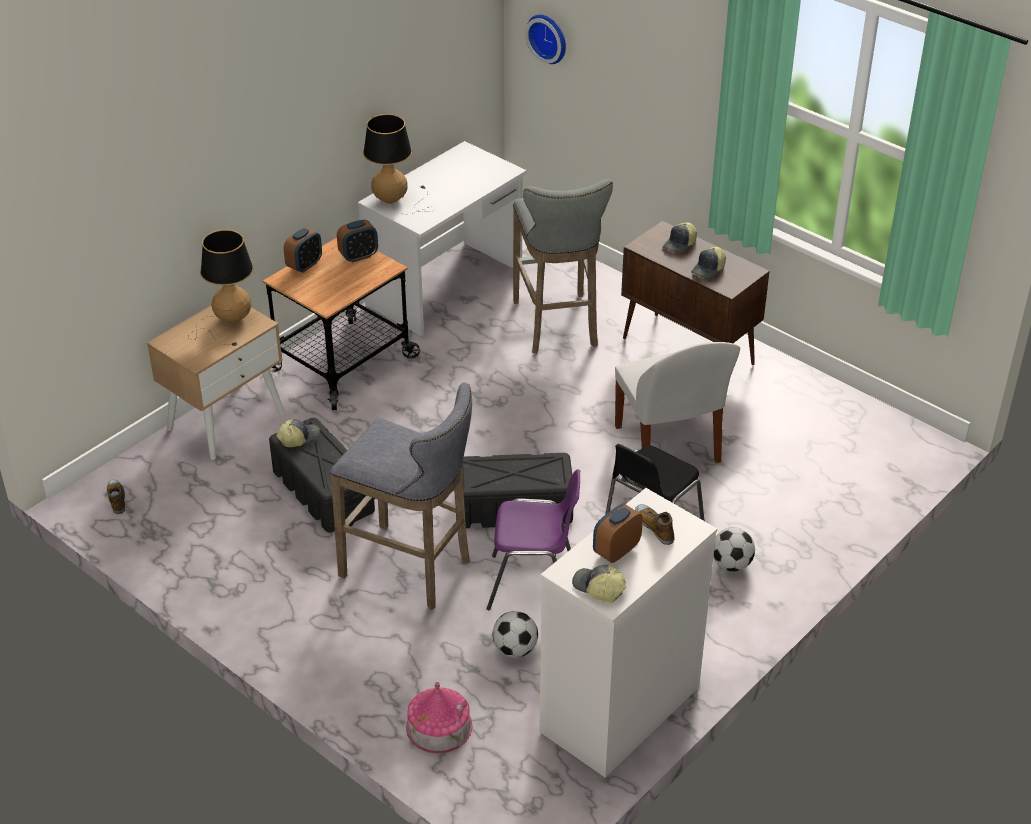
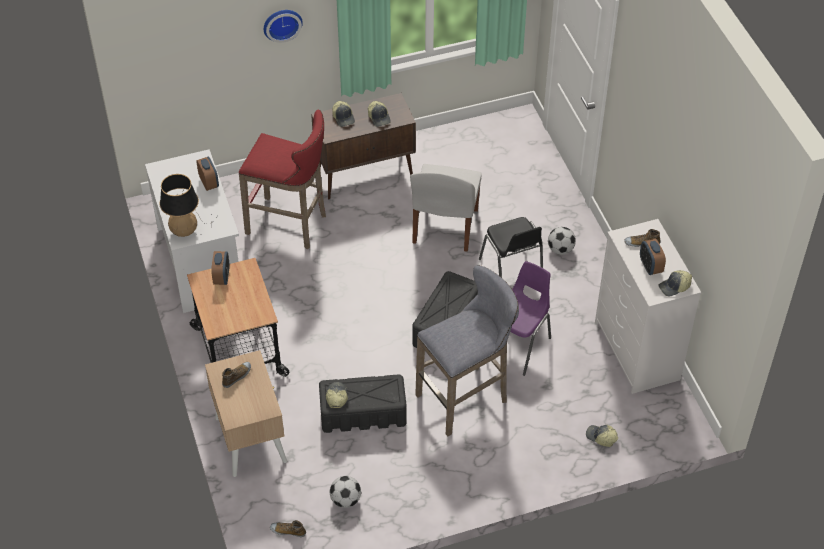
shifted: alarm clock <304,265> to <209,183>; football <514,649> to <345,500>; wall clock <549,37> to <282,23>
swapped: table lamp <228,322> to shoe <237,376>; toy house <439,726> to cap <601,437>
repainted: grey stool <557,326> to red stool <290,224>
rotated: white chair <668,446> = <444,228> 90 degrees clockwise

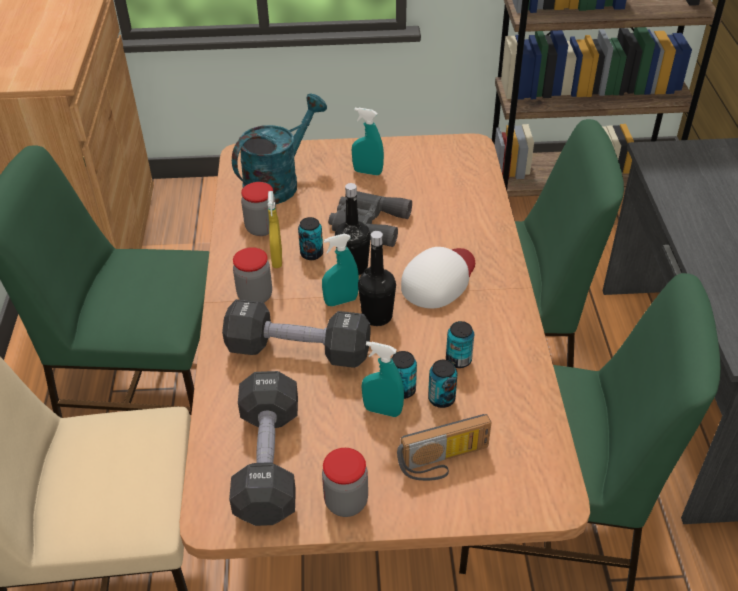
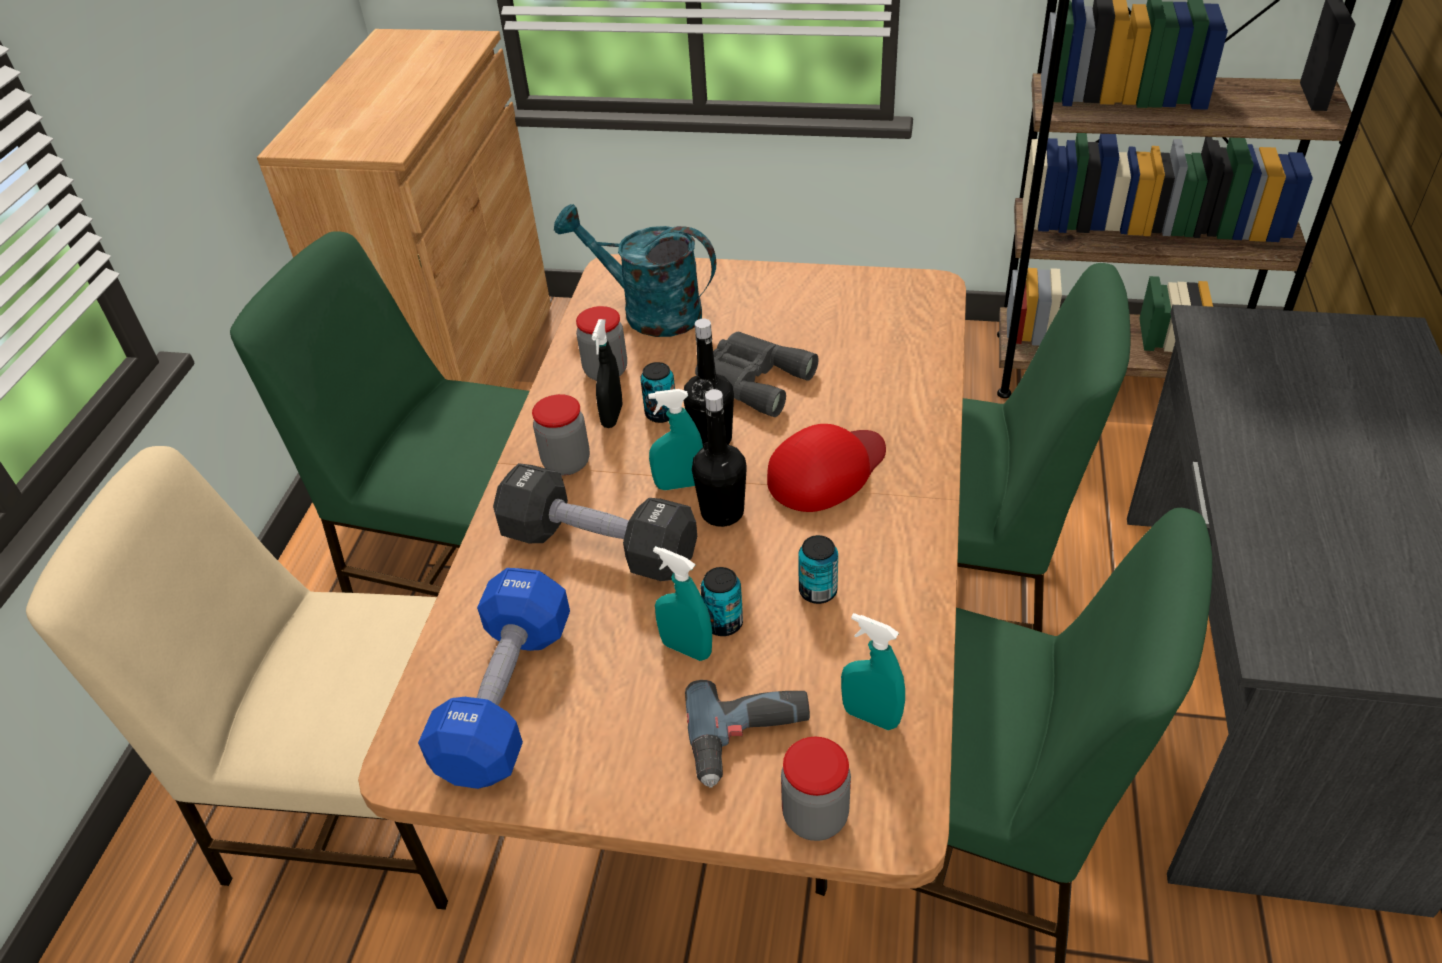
gone: can <441,399>
shifted: jar <346,502> to <815,816>; turquoise spray bottle <367,172> to <870,716>
swapped: radio <444,462> to power drill <750,739>
repainted: black dumbbell <268,462> to blue dumbbell <506,697>; yellow spray bottle <277,259> to black spray bottle <612,416>; white cap <439,279> to red cap <827,471>
rotated: turquoise watering can <278,182> = <649,312> 120 degrees counterclockwise

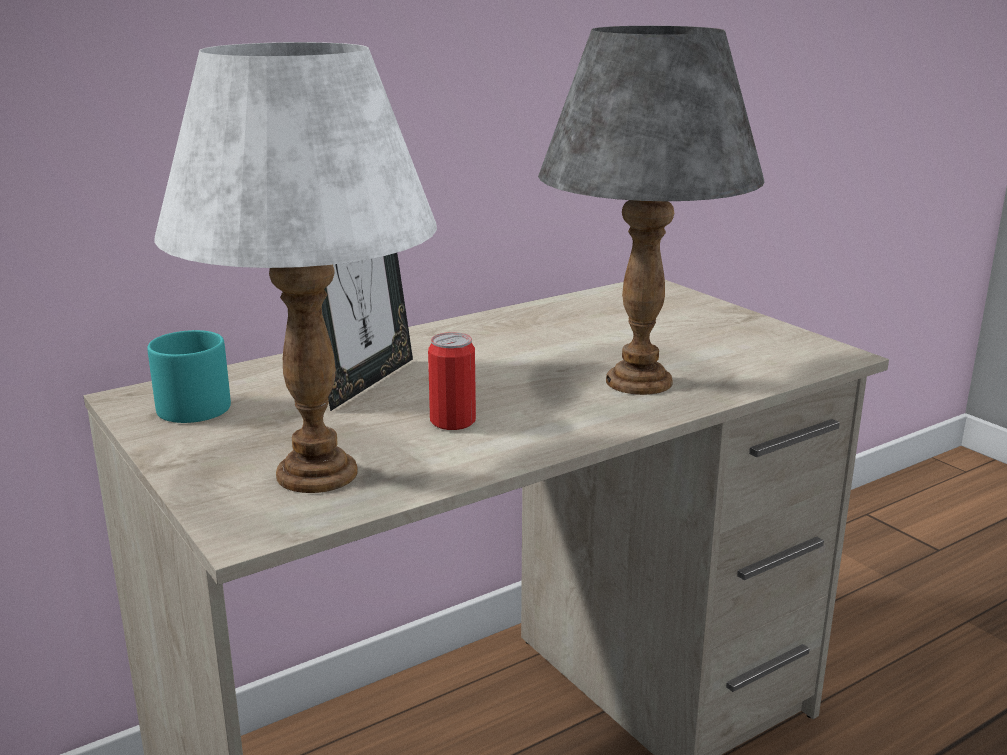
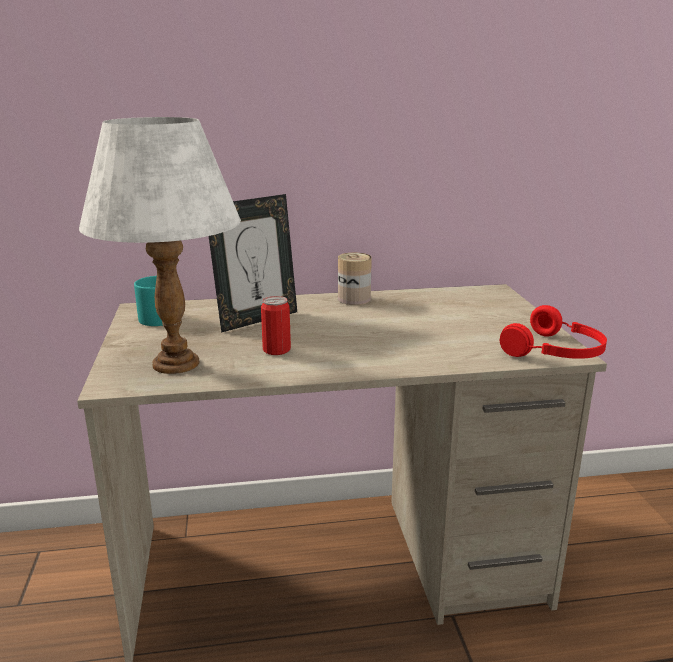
gone: grey table lamp <638,382>
new: can <354,299>; red headphones <556,352>

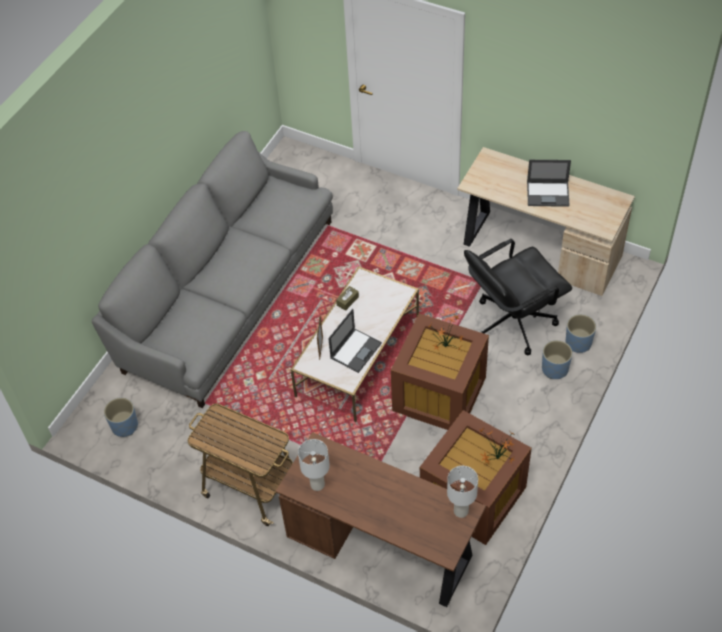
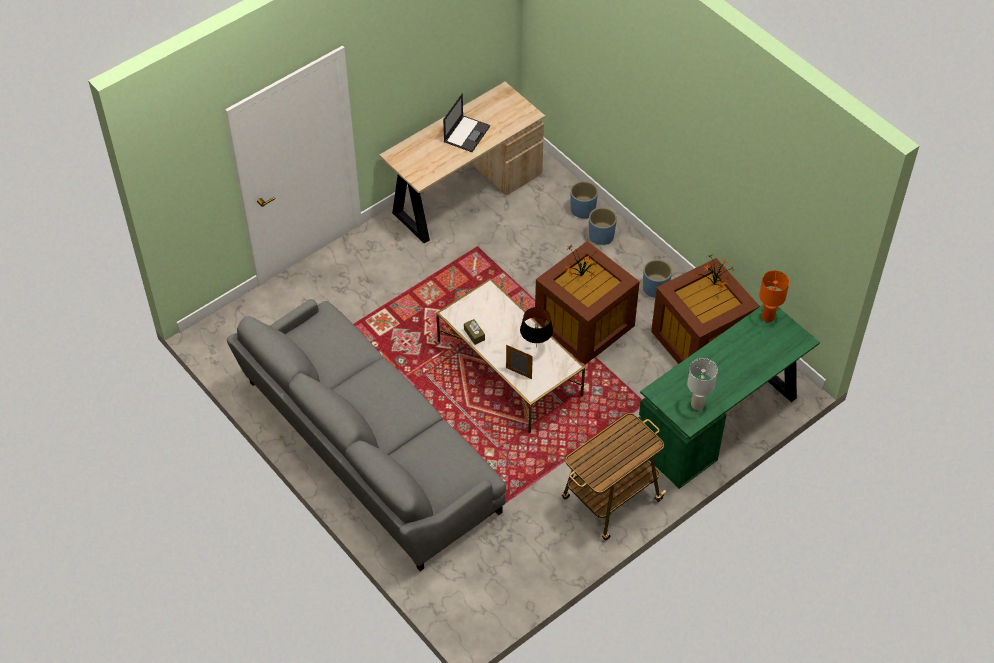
gone: black office chair <512,322>
shifted: blue planter <125,426> to <655,288>
swapped: laptop <356,350> to black table lamp <535,348>
repainted: brown desk <382,547> to green desk <721,421>; white table lamp <460,511> to orange table lamp <768,317>

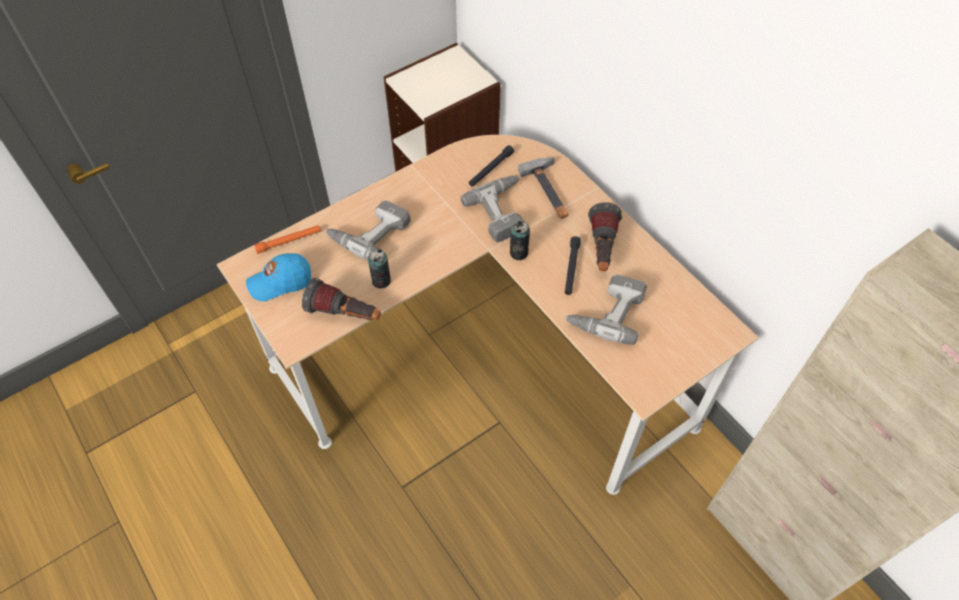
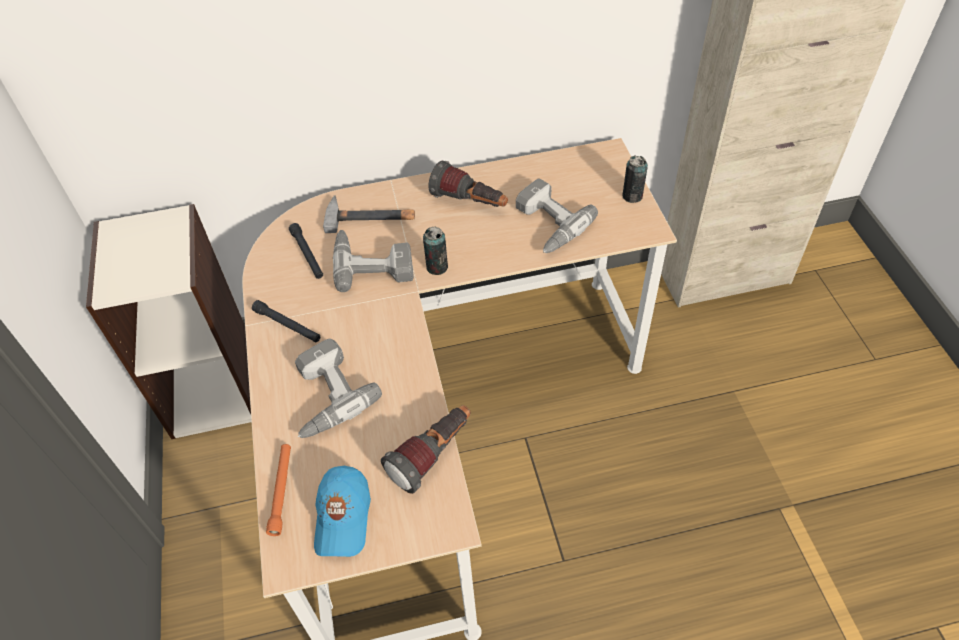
shifted: can <381,281> to <632,196>; black flashlight <571,268> to <287,325>

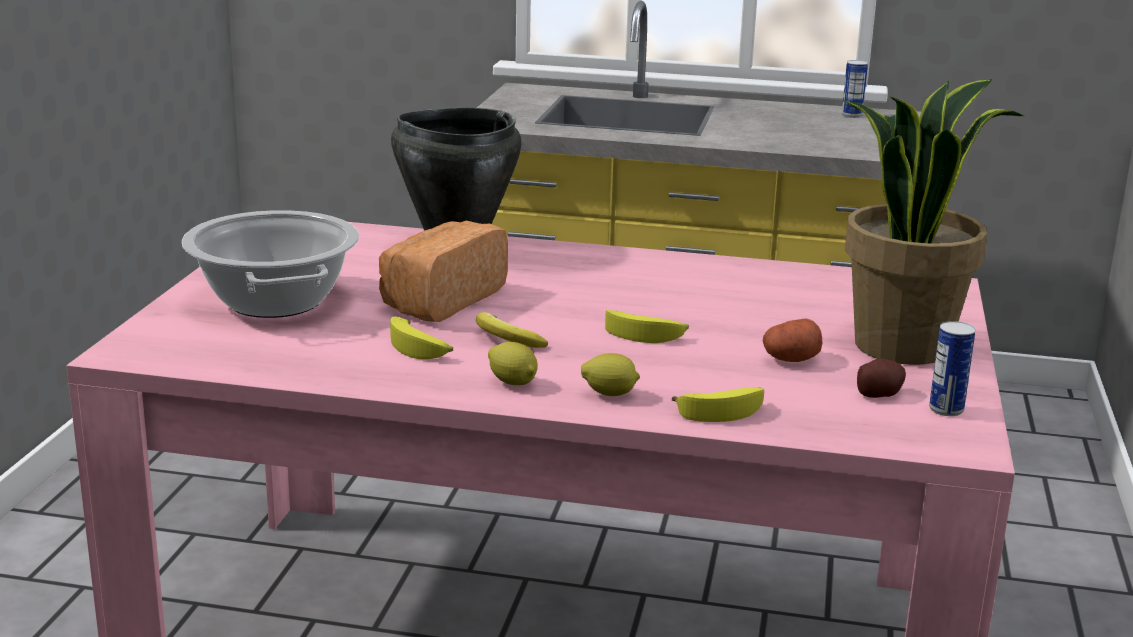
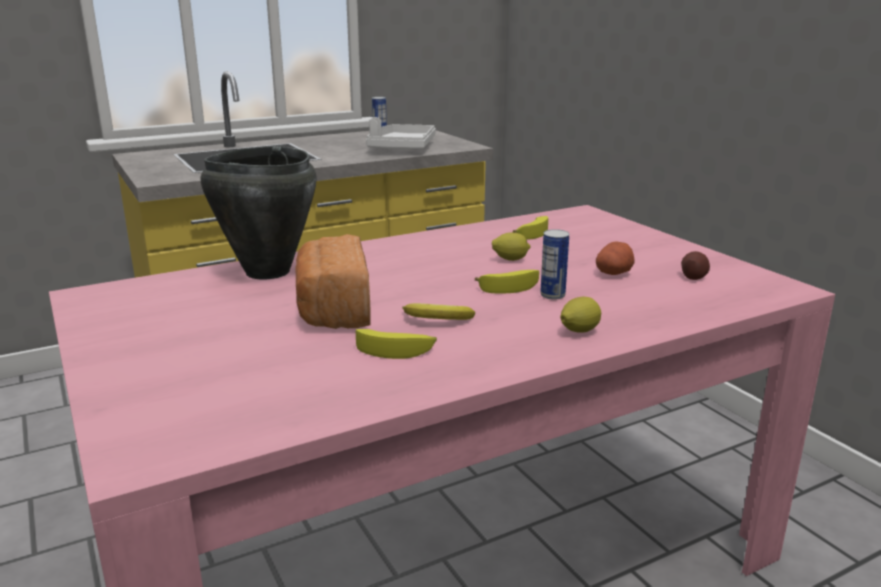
gone: cooking pot <275,301>; potted plant <901,345>
new: white tray <402,148>
shifted: lemon <512,382> to <510,259>; banana <723,410> to <532,232>; can <946,409> to <552,295>

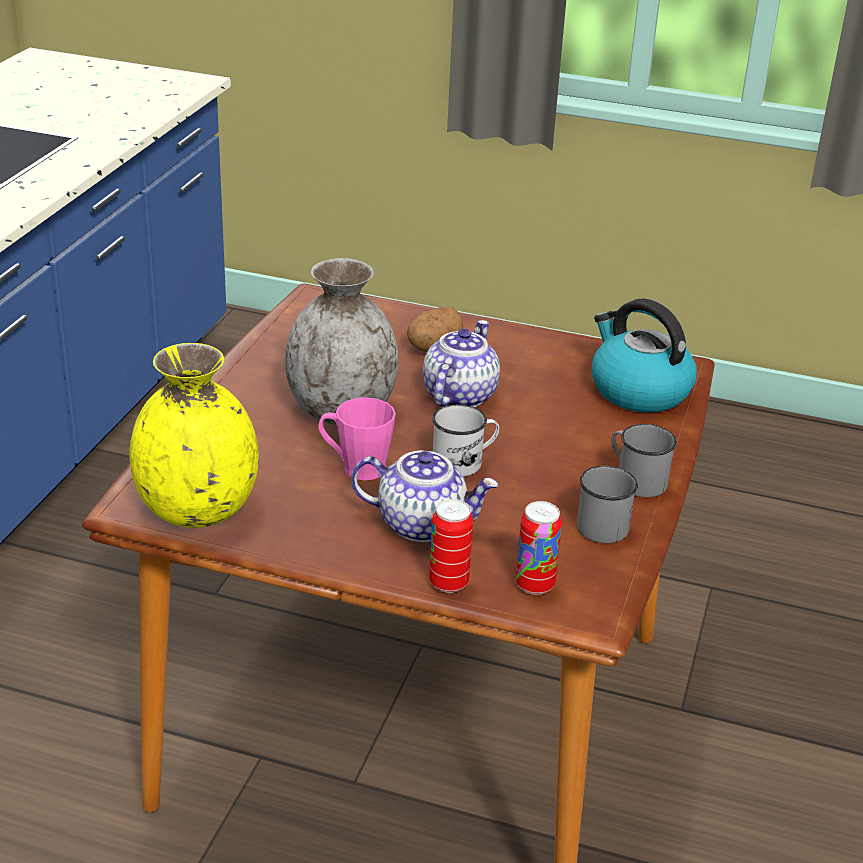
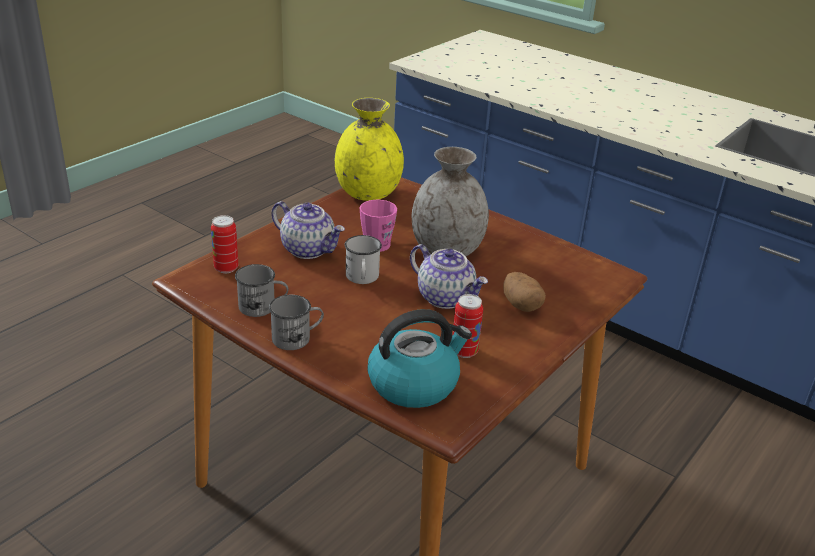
shifted: can <448,583> to <464,351>
rotated: teapot <423,524> = <308,249> 90 degrees counterclockwise

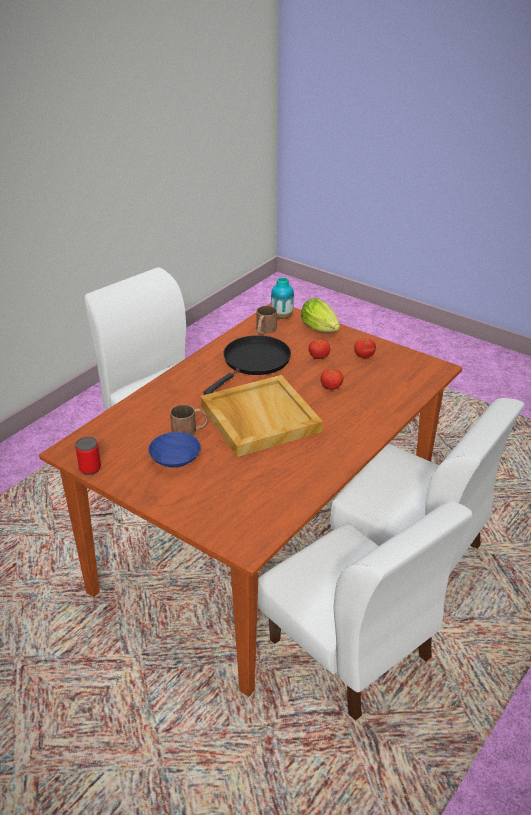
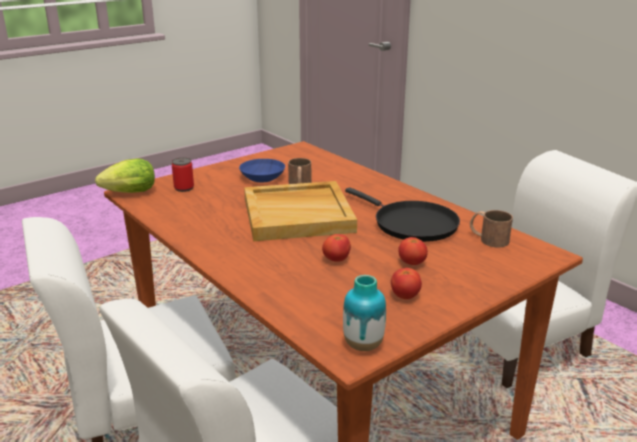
shifted: can <90,468> to <184,188>; vase <282,316> to <363,345>; lettuce <321,330> to <127,193>

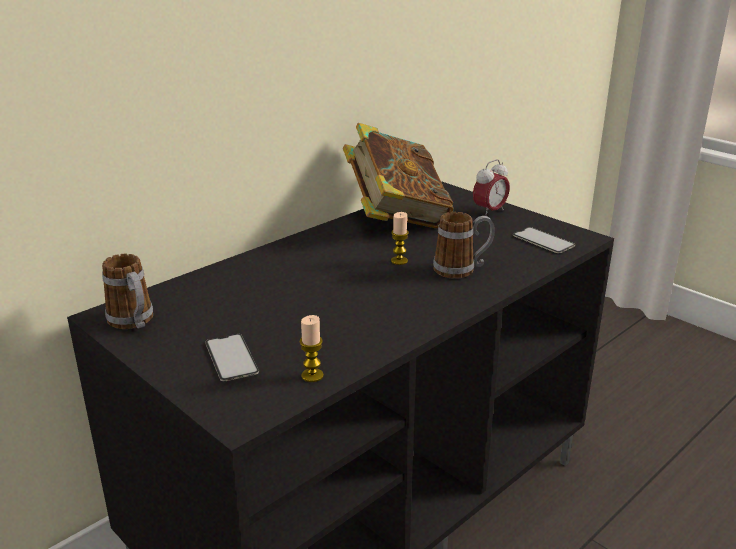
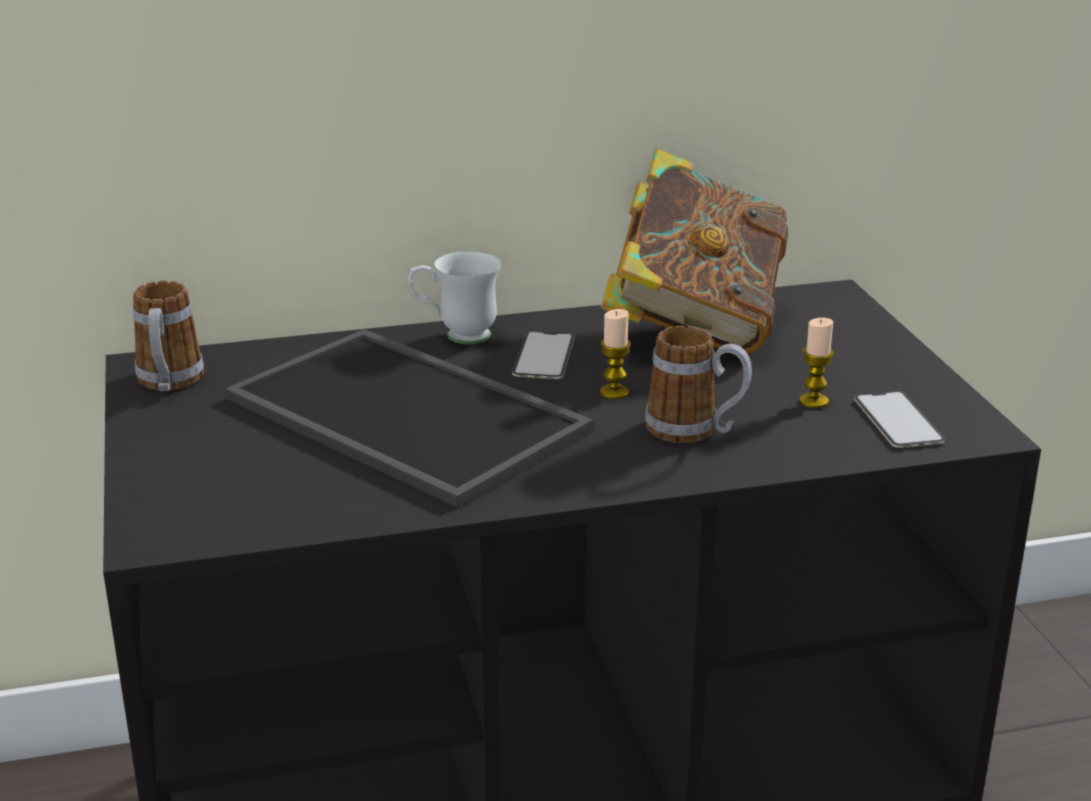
gone: alarm clock <489,212>
new: tray <412,413>; white mug <456,336>
shifted: phone <231,357> to <544,356>; candle <312,376> to <813,401>

